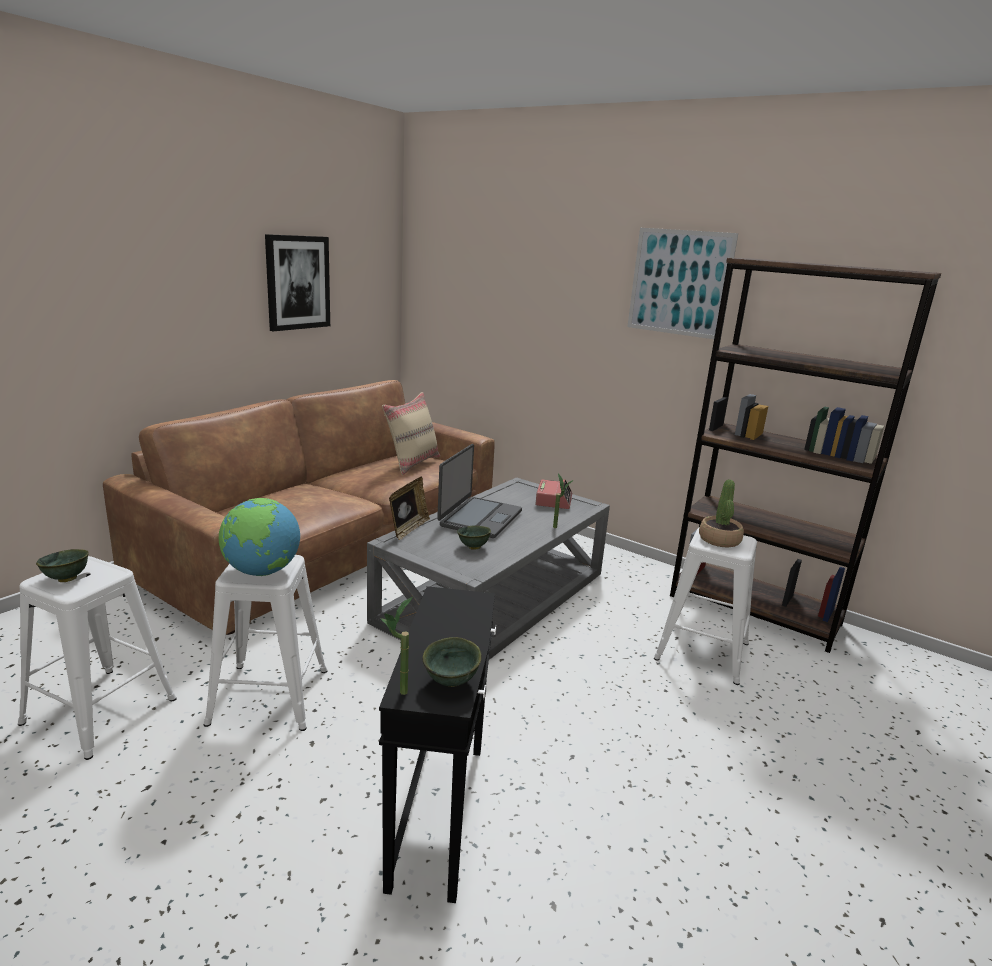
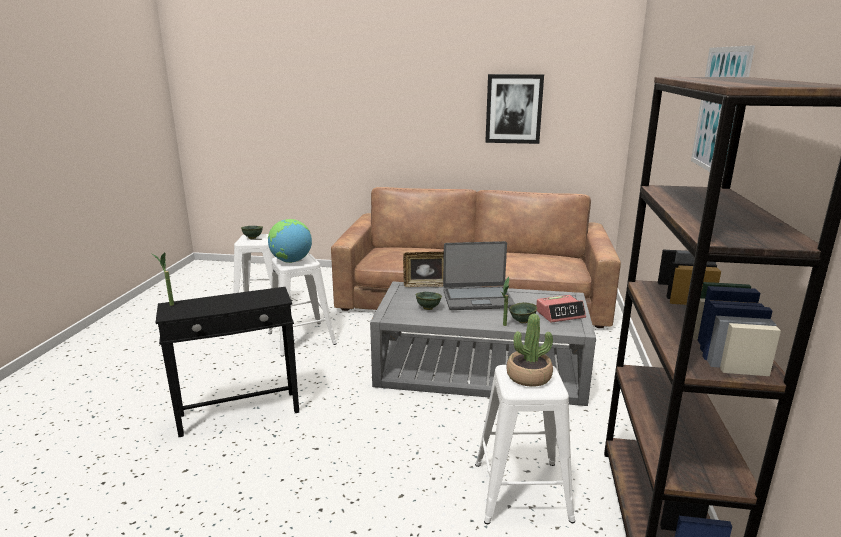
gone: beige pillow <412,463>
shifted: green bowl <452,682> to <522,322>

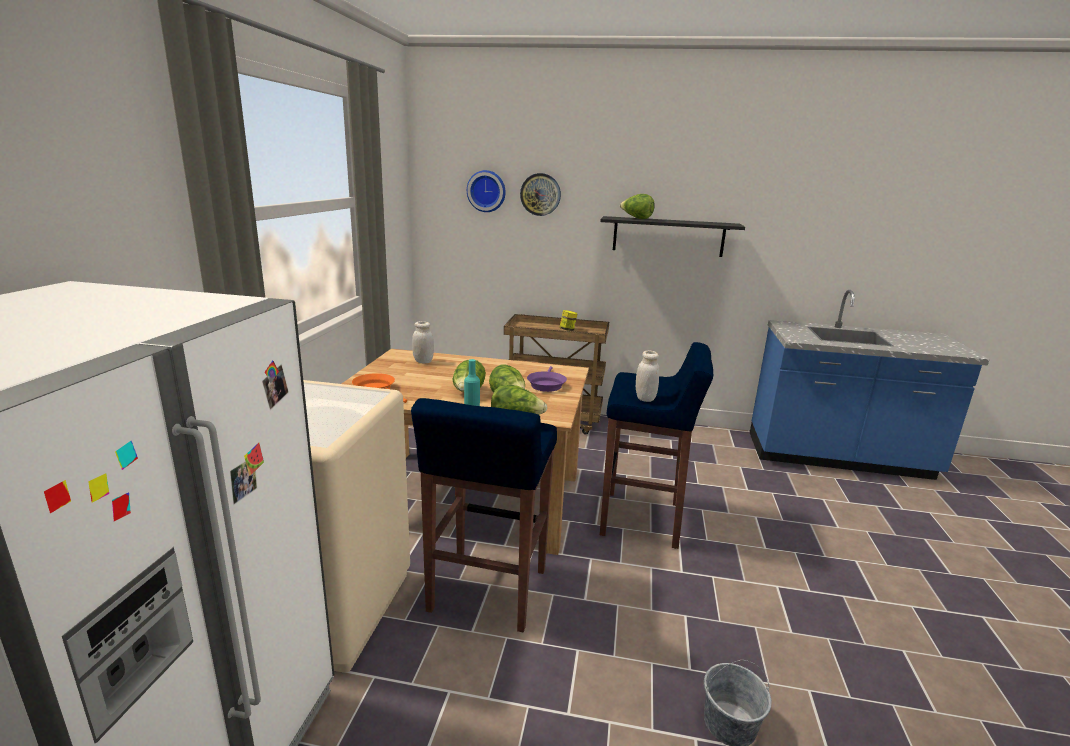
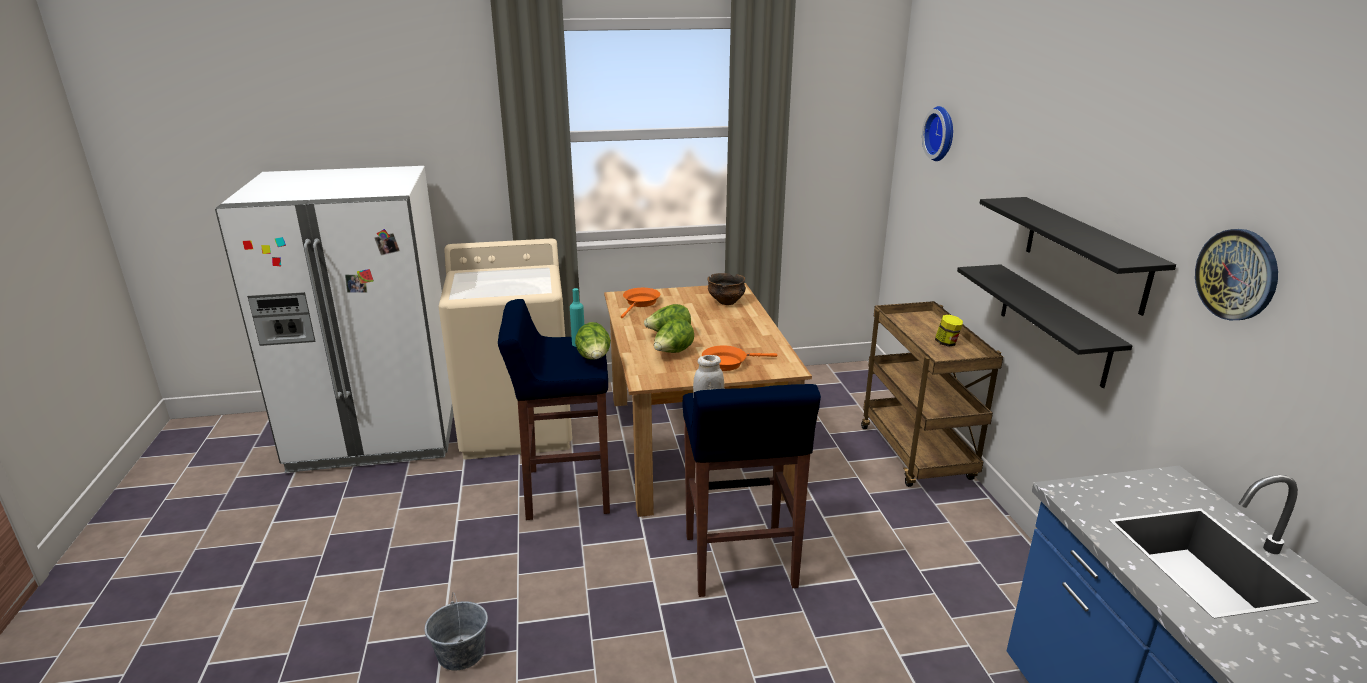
gone: lettuce <636,218>
new: black shelf <1053,324>
shifted: wall clock <540,194> to <1237,274>
swapped: white jar <423,361> to bowl <726,301>
repainted: purple frying pan <546,384> to orange frying pan <728,363>

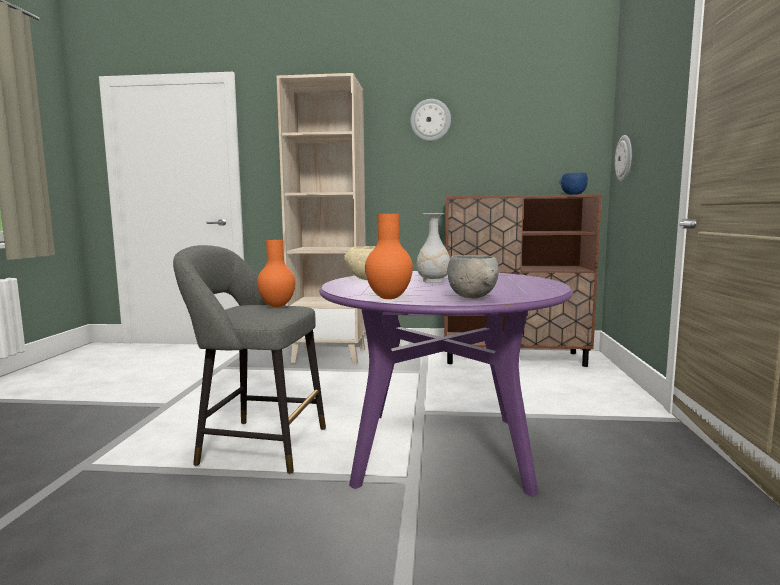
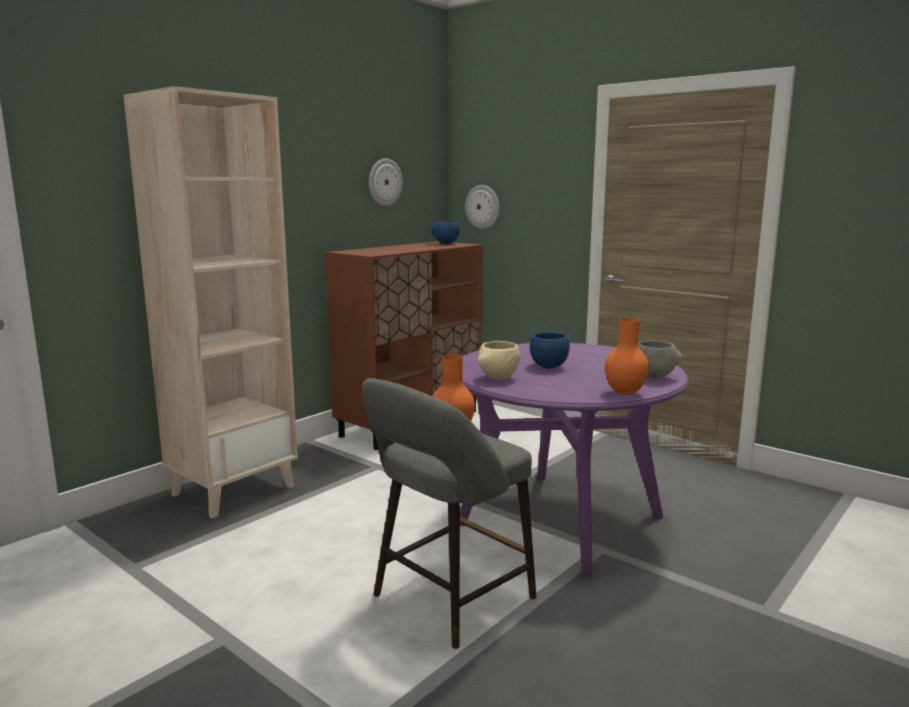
shifted: wall clock <430,120> to <384,182>
swapped: white vase <433,281> to blue bowl <548,367>

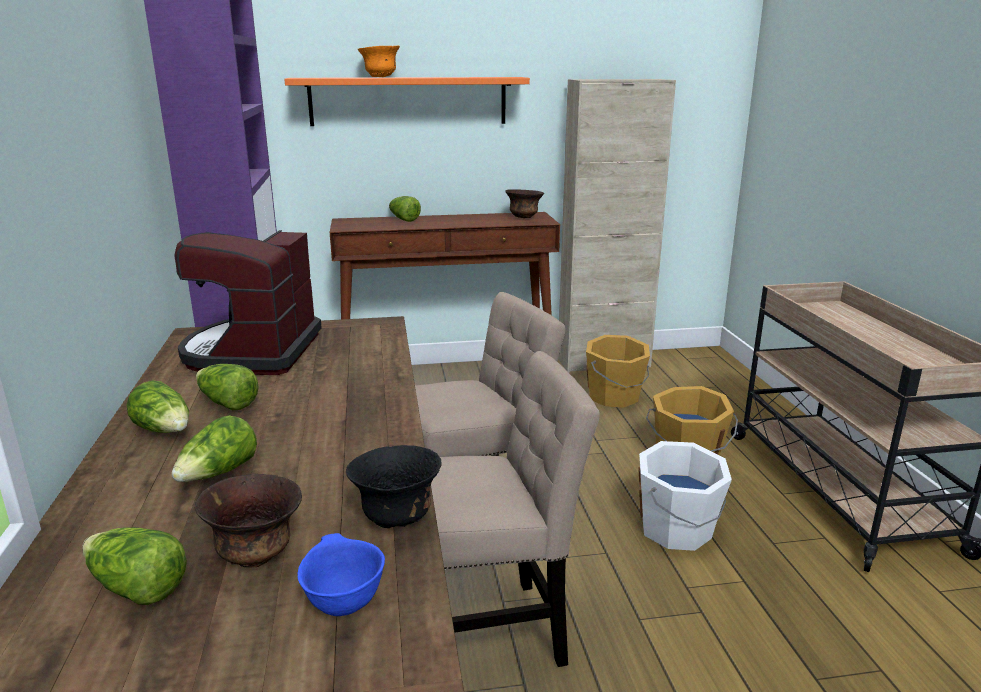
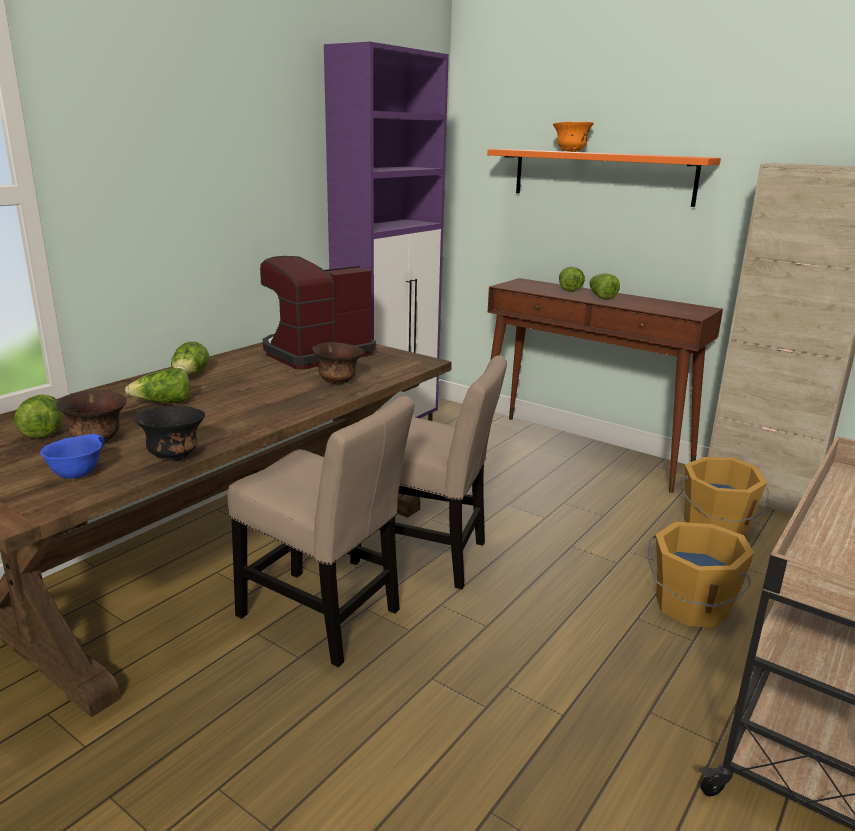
gone: white bucket <677,530>
shifted: lettuce <227,403> to <601,296>; brown bowl <523,217> to <338,382>

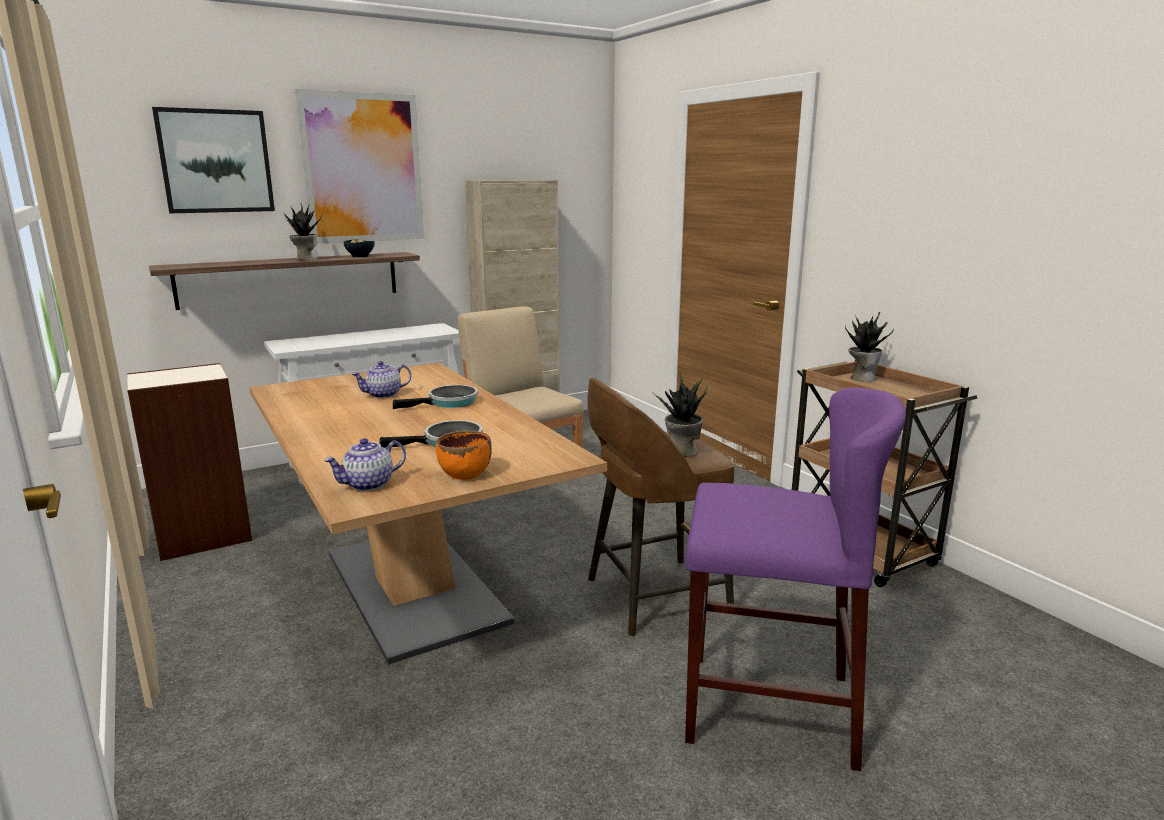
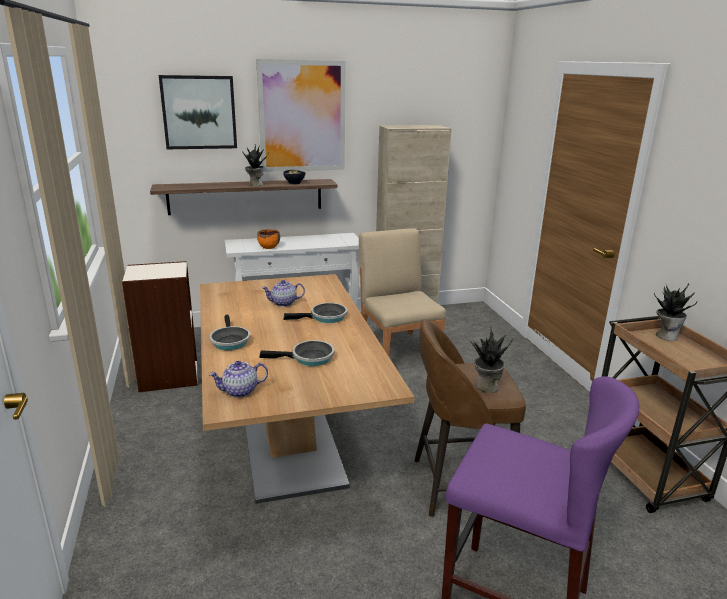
new: frying pan <229,341>
shifted: orange bowl <465,474> to <269,247>

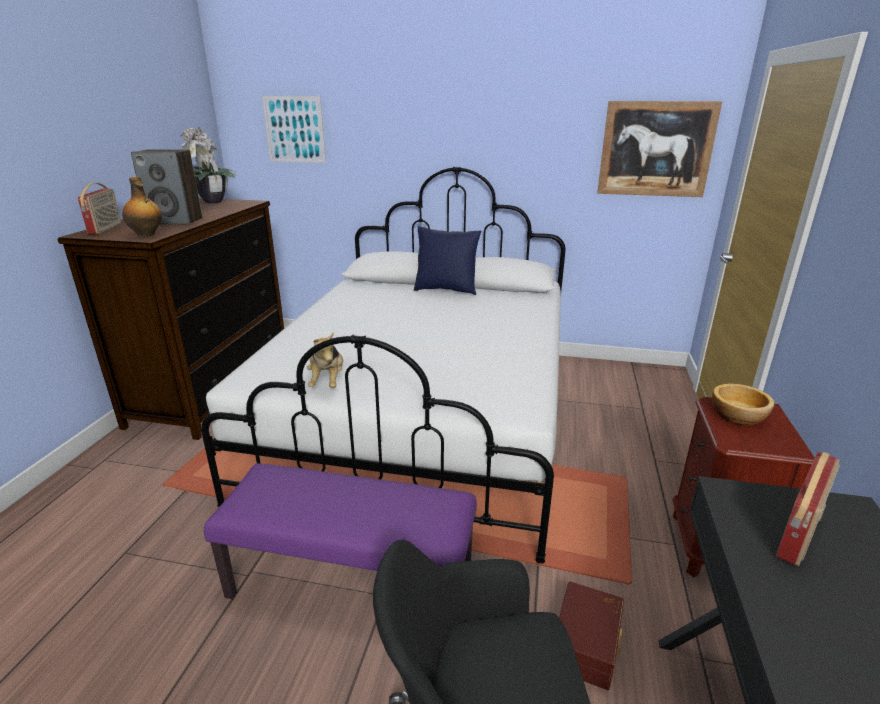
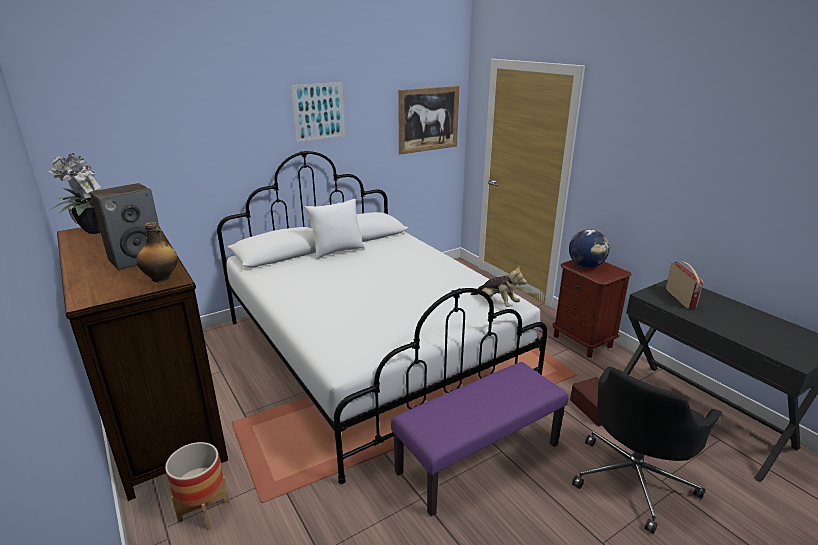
gone: radio <106,229>
new: planter <204,511>
shifted: picture <294,129> to <319,111>; plush toy <328,381> to <497,303>
swapped: bowl <738,416> to globe <586,266>
repainted: blue pillow <446,290> to white pillow <337,251>

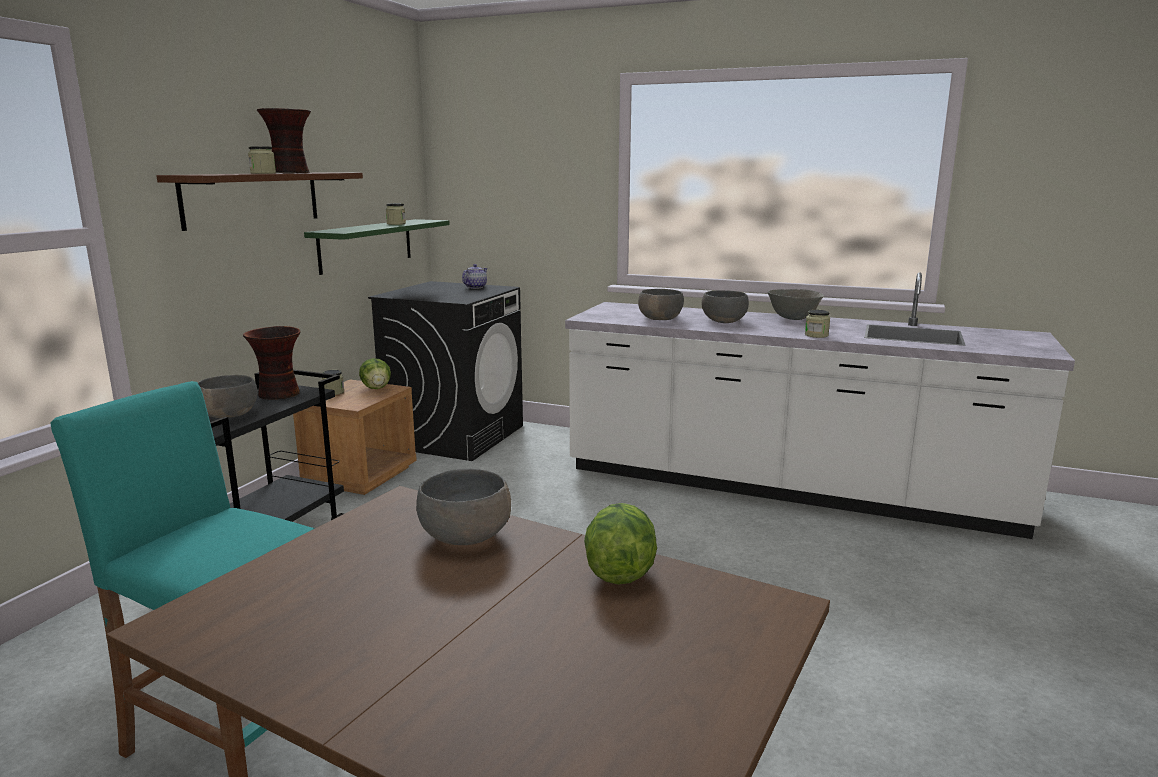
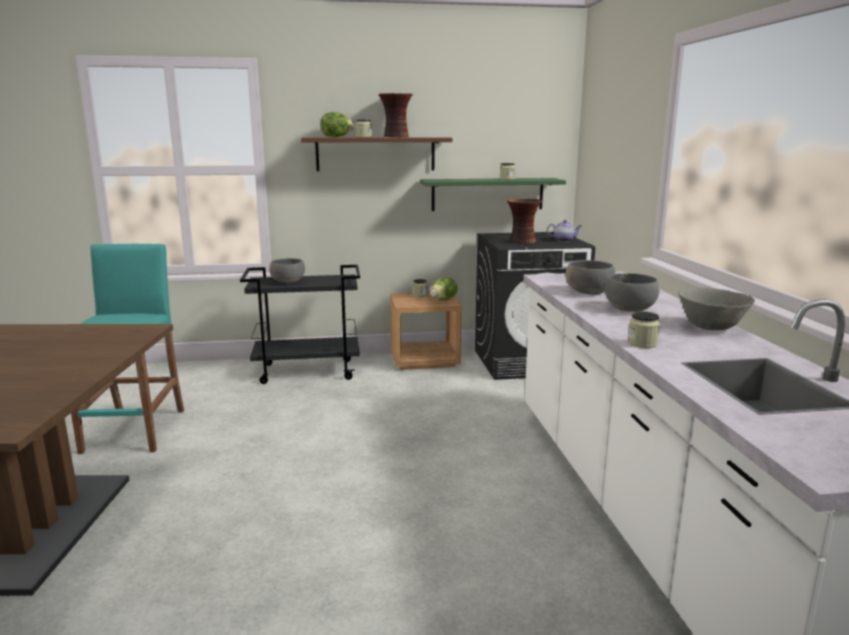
gone: grey bowl <466,536>
shifted: vase <279,394> to <522,242>; lettuce <620,572> to <336,137>

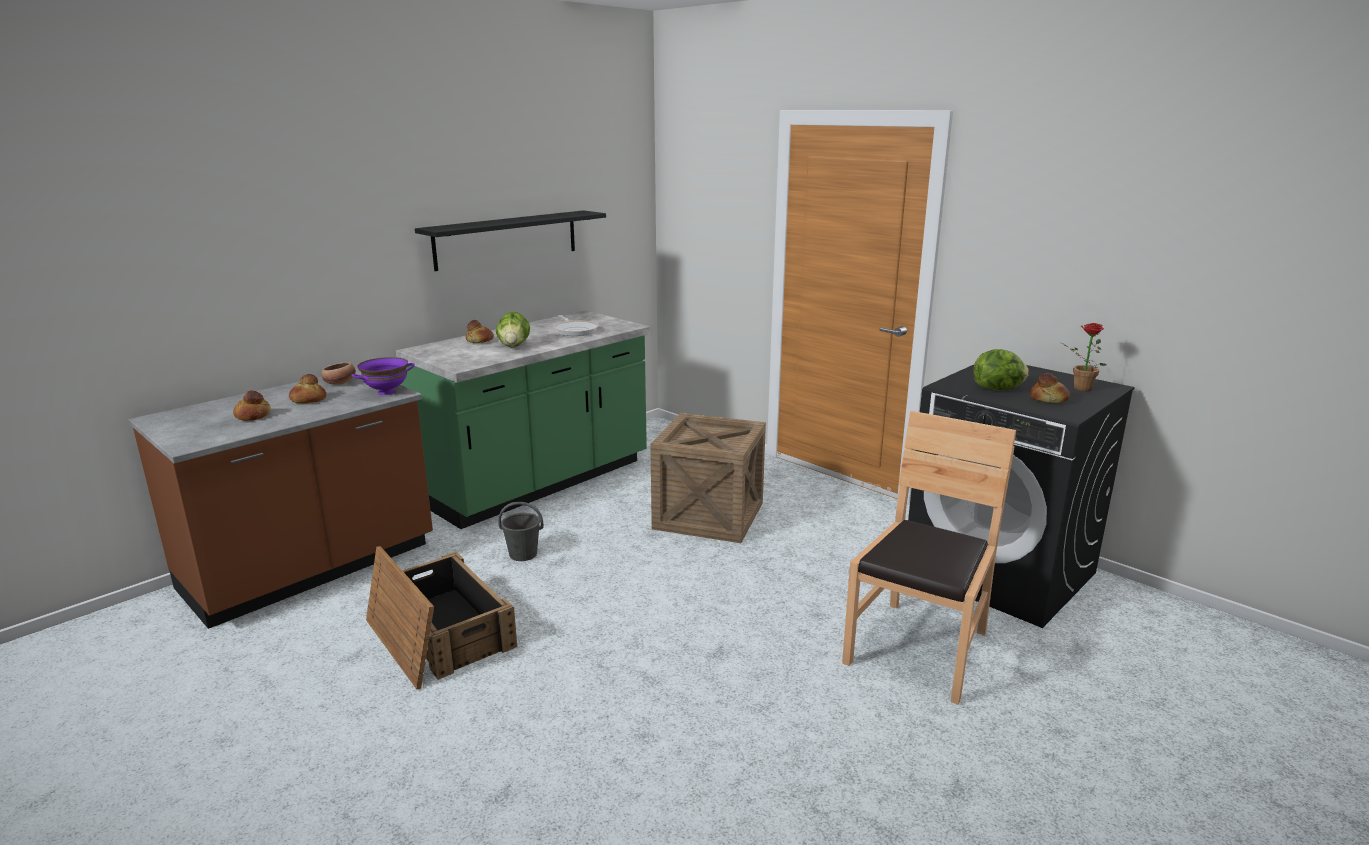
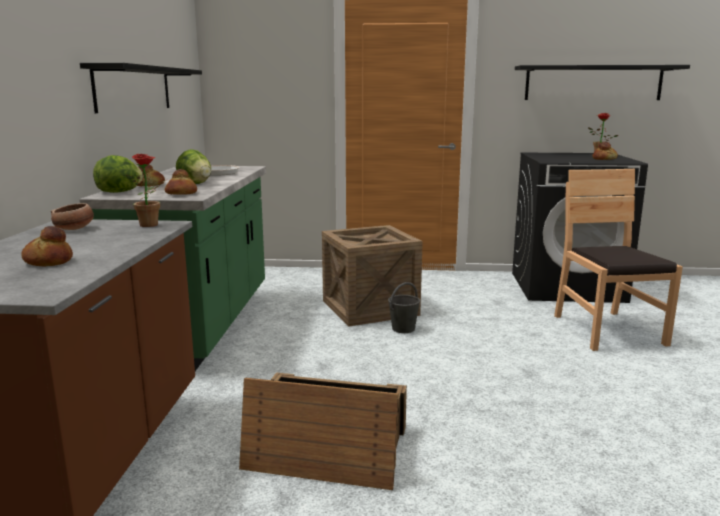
new: black shelf <593,83>
shifted: bread <308,400> to <181,194>; grey bucket <523,554> to <403,328>; lettuce <998,389> to <120,192>
swapped: purple bowl <386,392> to potted plant <152,225>

